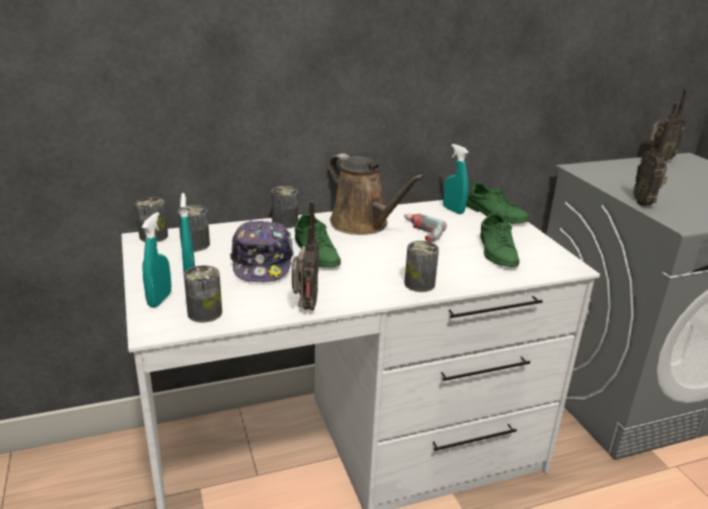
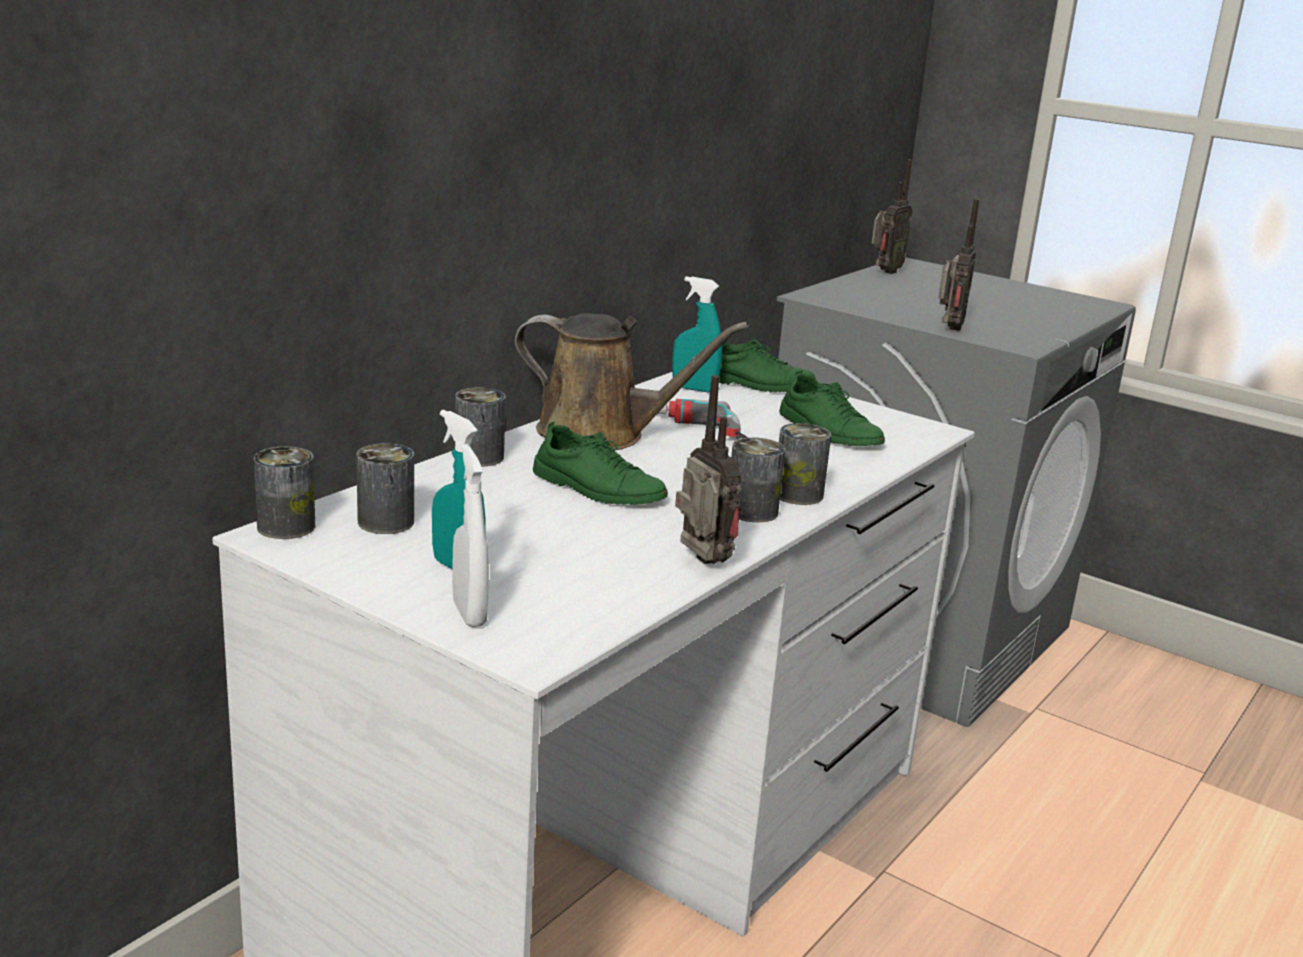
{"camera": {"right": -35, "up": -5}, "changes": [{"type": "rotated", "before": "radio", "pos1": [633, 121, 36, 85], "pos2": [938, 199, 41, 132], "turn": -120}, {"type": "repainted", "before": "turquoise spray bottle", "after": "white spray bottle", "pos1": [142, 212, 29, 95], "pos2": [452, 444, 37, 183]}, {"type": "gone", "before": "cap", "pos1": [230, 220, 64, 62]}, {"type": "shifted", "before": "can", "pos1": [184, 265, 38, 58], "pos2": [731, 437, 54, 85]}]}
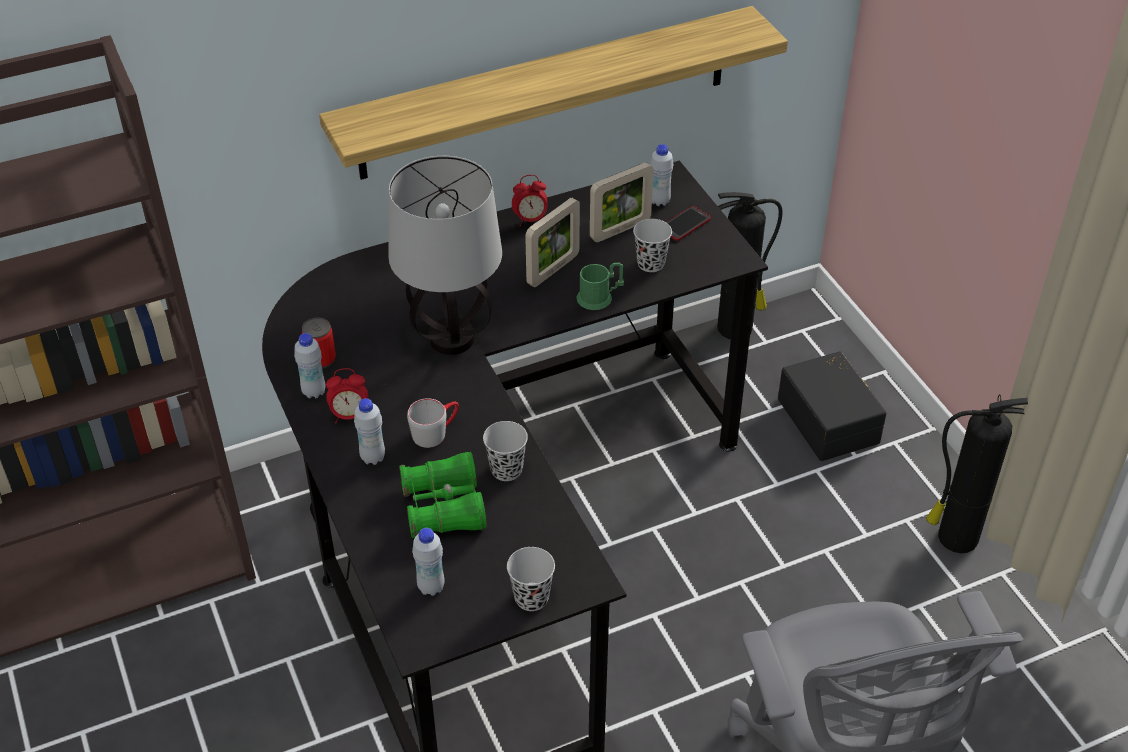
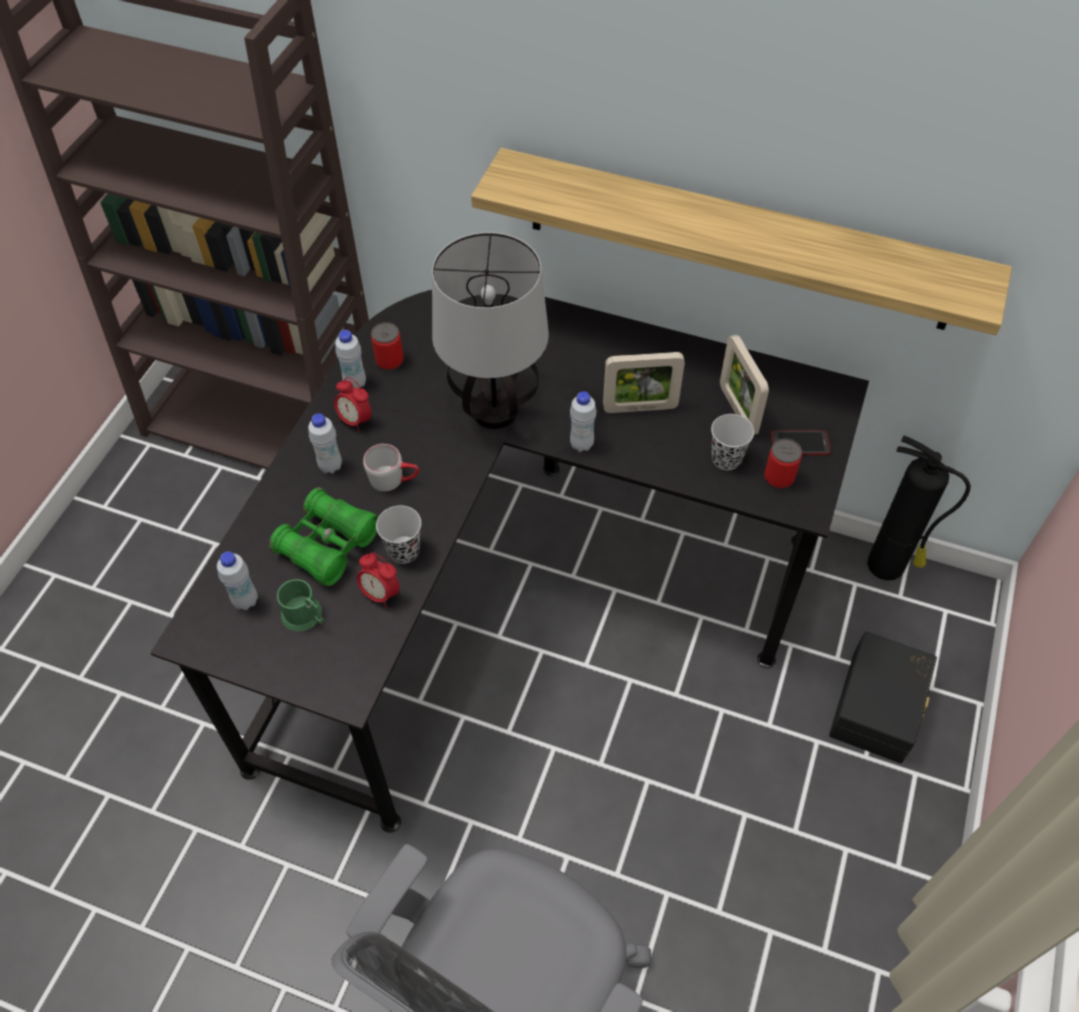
{"camera": {"right": 45, "up": 10}, "changes": [{"type": "shifted", "before": "white bottle", "pos1": [650, 144, 23, 62], "pos2": [570, 391, 27, 61]}, {"type": "rotated", "before": "picture frame", "pos1": [590, 162, 64, 80], "pos2": [720, 335, 49, 100], "turn": 60}, {"type": "shifted", "before": "alarm clock", "pos1": [512, 175, 35, 51], "pos2": [357, 553, 43, 55]}, {"type": "shifted", "before": "green mug", "pos1": [576, 262, 48, 48], "pos2": [277, 579, 47, 52]}, {"type": "gone", "before": "fire extinguisher", "pos1": [926, 394, 102, 159]}, {"type": "gone", "before": "black cup", "pos1": [507, 547, 48, 64]}, {"type": "new", "after": "can", "pos2": [764, 438, 38, 51]}]}
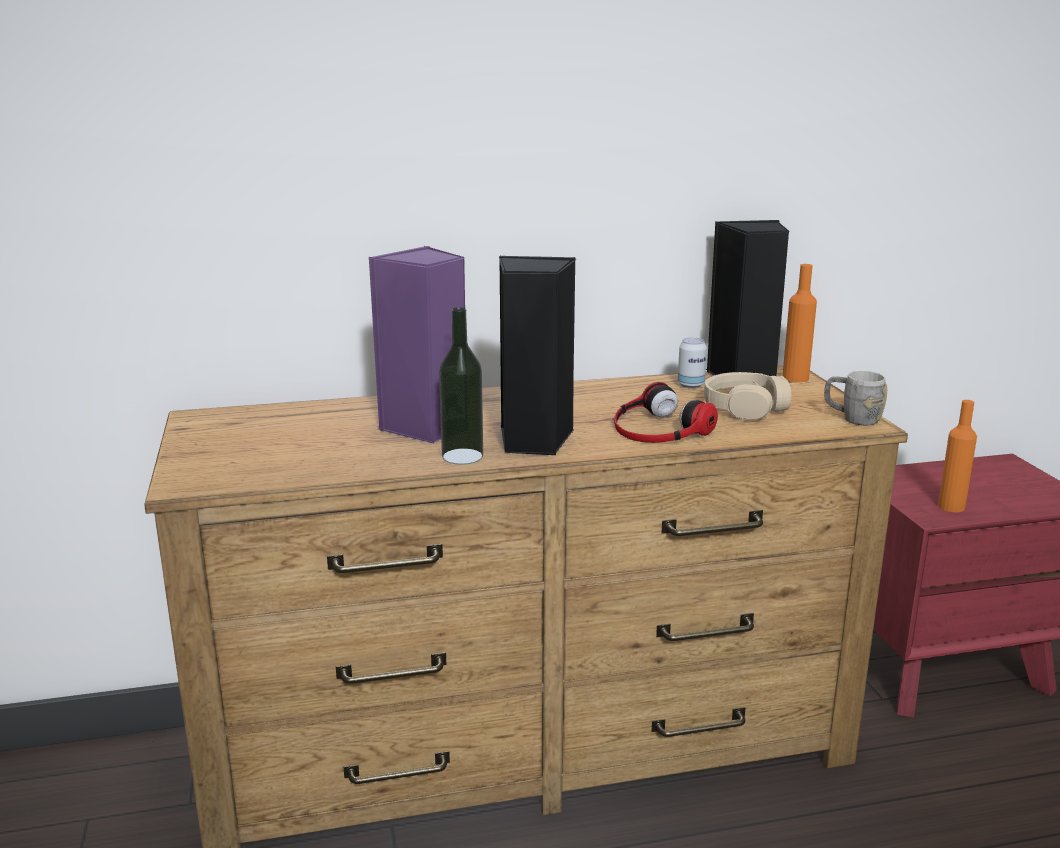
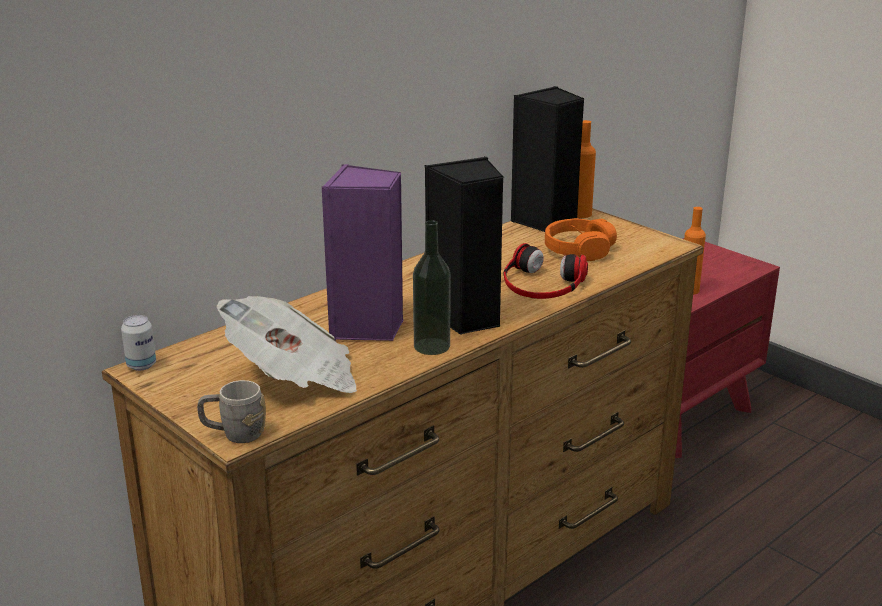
{"camera": {"right": -30, "up": 5}, "changes": [{"type": "shifted", "before": "can", "pos1": [678, 337, 29, 51], "pos2": [121, 315, 35, 56]}, {"type": "shifted", "before": "grey mug", "pos1": [824, 371, 63, 54], "pos2": [197, 380, 69, 63]}, {"type": "repainted", "before": "beige headphones", "after": "orange headphones", "pos1": [704, 372, 87, 48], "pos2": [545, 218, 72, 43]}, {"type": "new", "after": "newspaper", "pos2": [217, 296, 140, 97]}]}
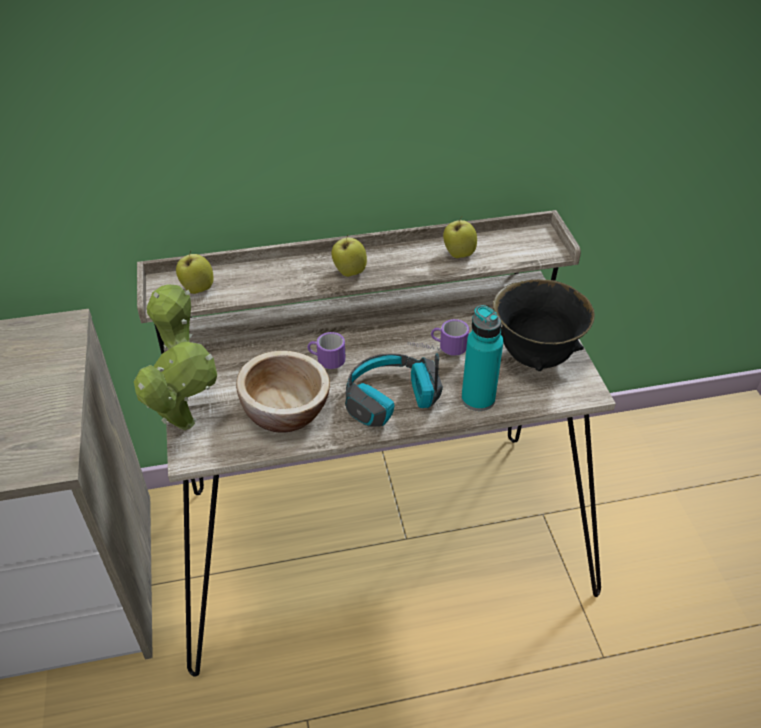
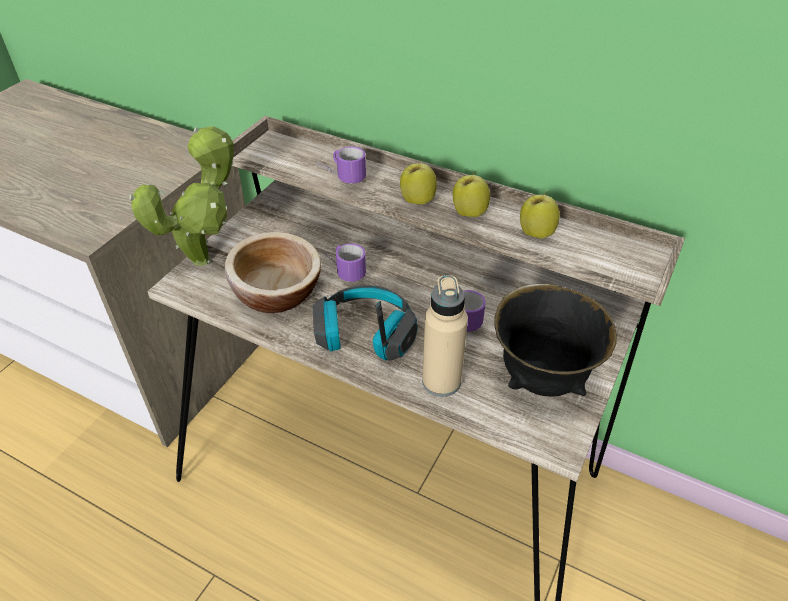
{"camera": {"right": 40, "up": 0}, "changes": [{"type": "shifted", "before": "apple", "pos1": [176, 251, 38, 43], "pos2": [453, 171, 37, 46]}, {"type": "repainted", "before": "turquoise bottle", "after": "beige bottle", "pos1": [461, 305, 42, 106], "pos2": [422, 275, 46, 122]}, {"type": "new", "after": "mug", "pos2": [318, 146, 48, 38]}]}
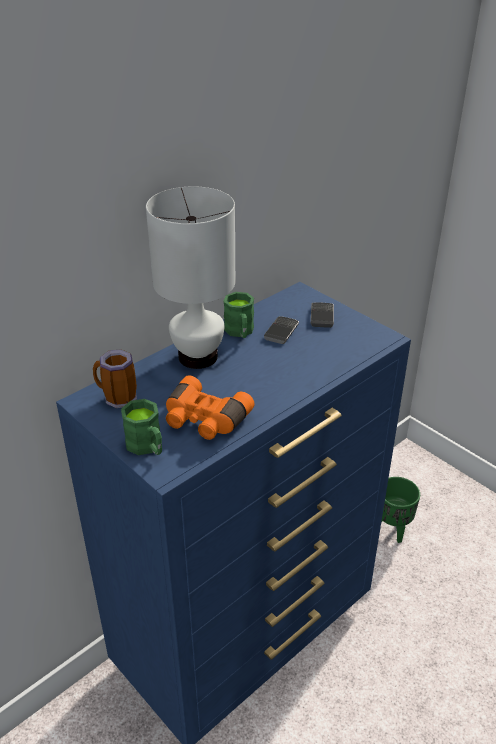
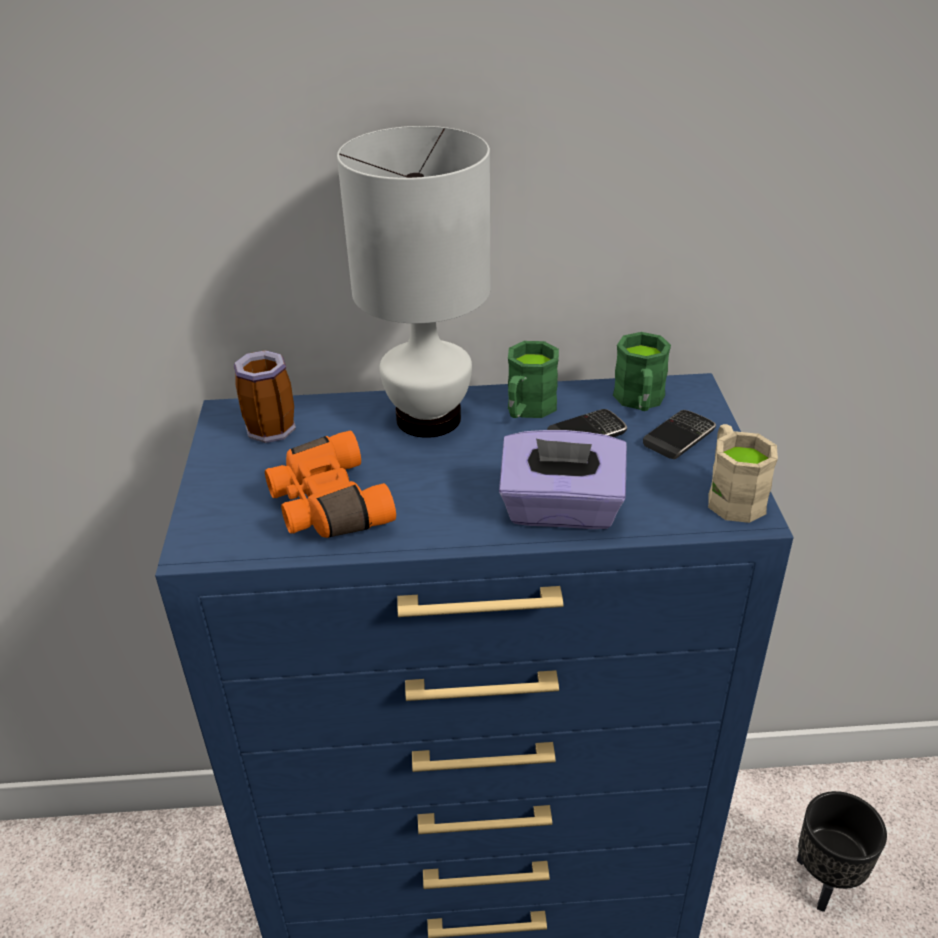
{"camera": {"right": 40, "up": 0}, "changes": [{"type": "shifted", "before": "green mug", "pos1": [121, 399, 41, 56], "pos2": [613, 332, 58, 79]}, {"type": "repainted", "before": "green planter", "after": "black planter", "pos1": [381, 477, 39, 66], "pos2": [797, 791, 90, 121]}, {"type": "new", "after": "beige mug", "pos2": [708, 424, 70, 99]}, {"type": "new", "after": "purple tissue box", "pos2": [499, 430, 128, 99]}]}
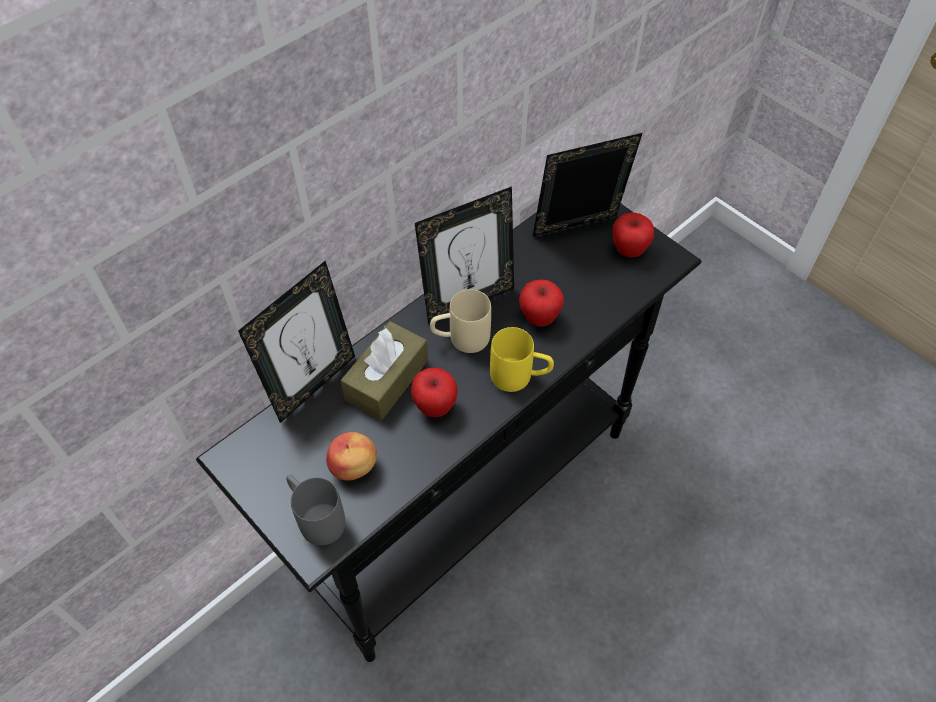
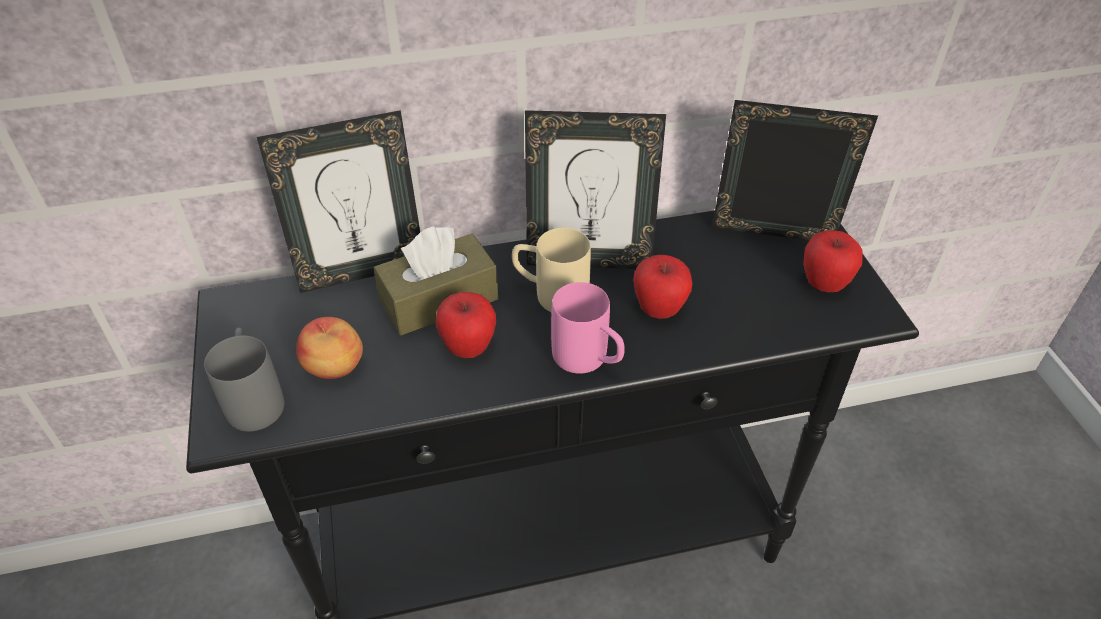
{"camera": {"right": 30, "up": -10}, "changes": [{"type": "repainted", "before": "yellow mug", "after": "pink mug", "pos1": [490, 327, 64, 65], "pos2": [551, 282, 74, 92]}]}
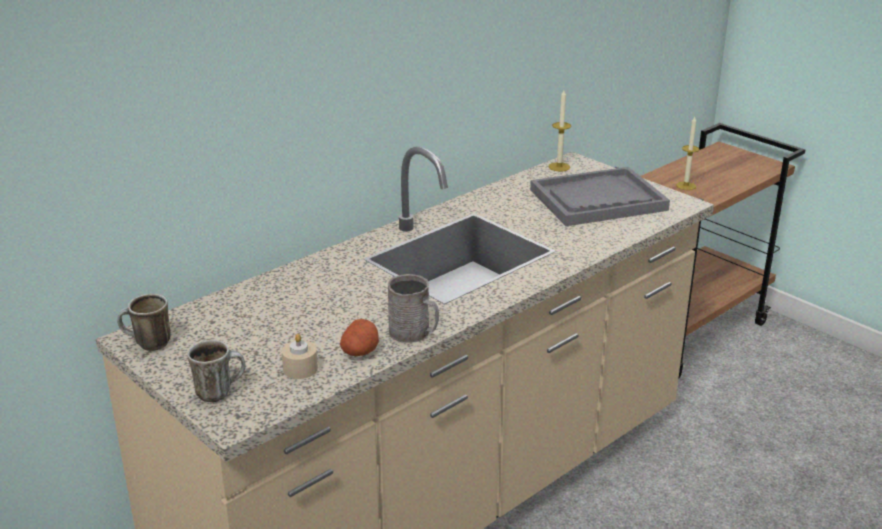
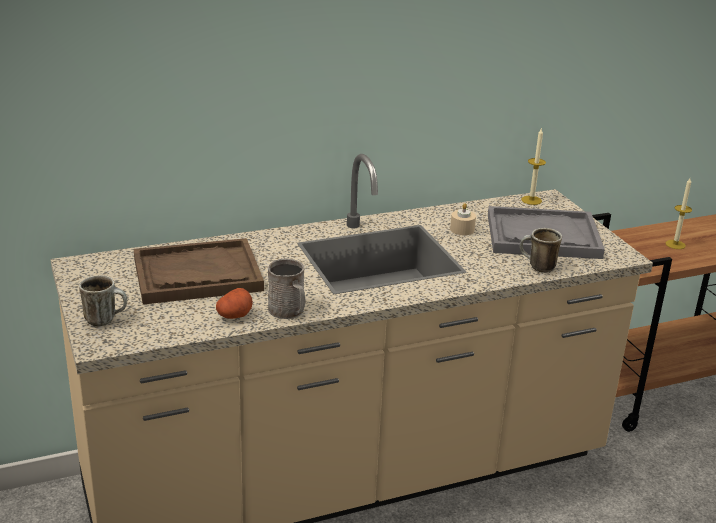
{"camera": {"right": 20, "up": 0}, "changes": [{"type": "shifted", "before": "mug", "pos1": [117, 294, 54, 57], "pos2": [520, 228, 42, 45]}, {"type": "shifted", "before": "beige candle", "pos1": [282, 334, 36, 45], "pos2": [450, 203, 26, 32]}, {"type": "new", "after": "brown tray", "pos2": [134, 238, 130, 67]}]}
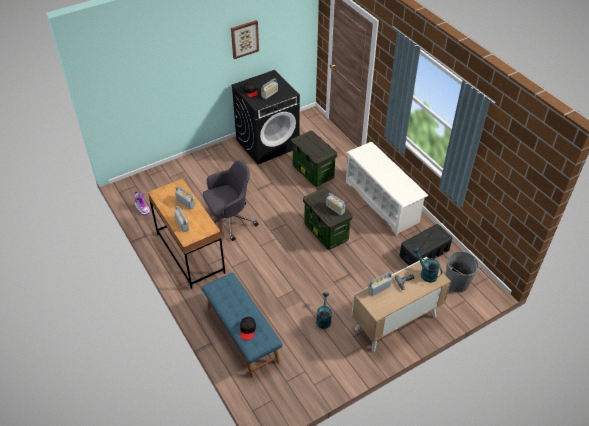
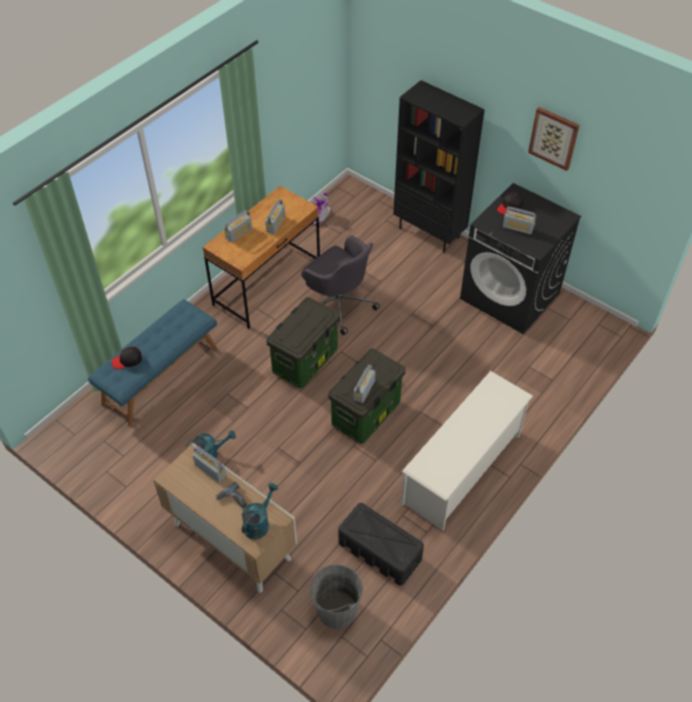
{"camera": {"right": 70, "up": 5}, "changes": [{"type": "shifted", "before": "storage box", "pos1": [291, 131, 46, 56], "pos2": [266, 297, 74, 91]}, {"type": "new", "after": "black bookcase", "pos2": [393, 80, 92, 173]}]}
